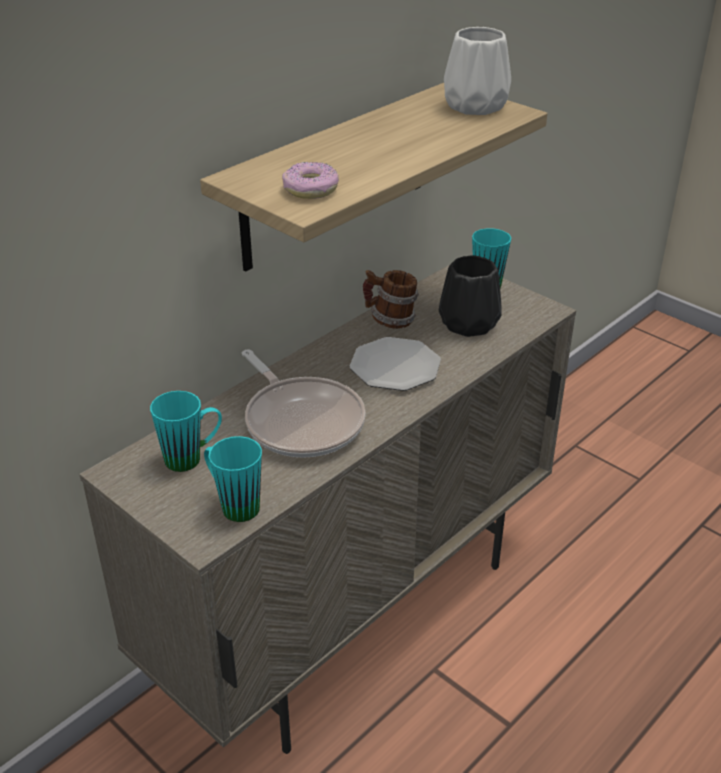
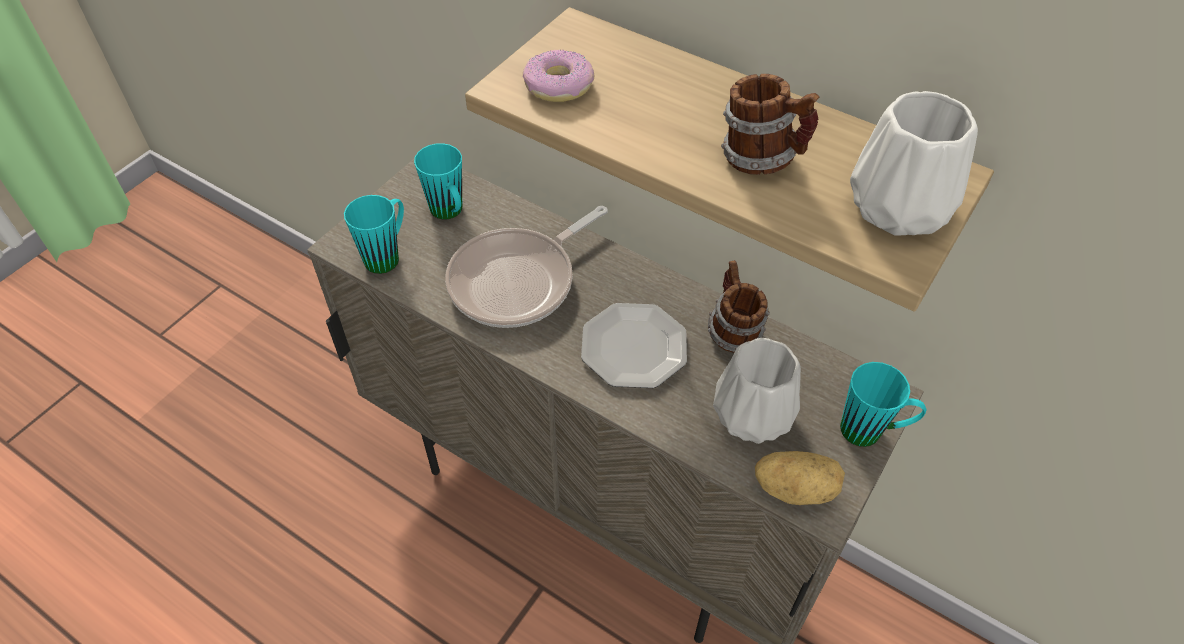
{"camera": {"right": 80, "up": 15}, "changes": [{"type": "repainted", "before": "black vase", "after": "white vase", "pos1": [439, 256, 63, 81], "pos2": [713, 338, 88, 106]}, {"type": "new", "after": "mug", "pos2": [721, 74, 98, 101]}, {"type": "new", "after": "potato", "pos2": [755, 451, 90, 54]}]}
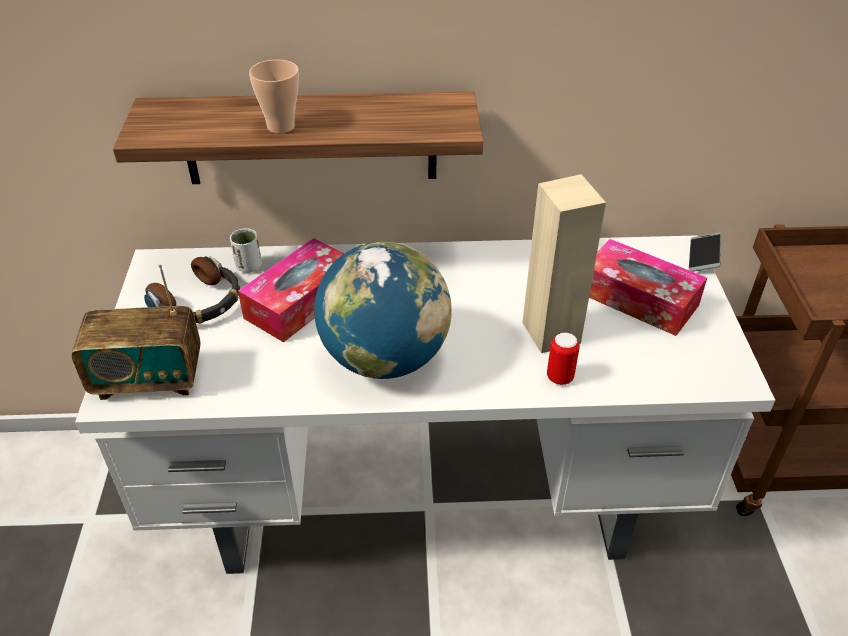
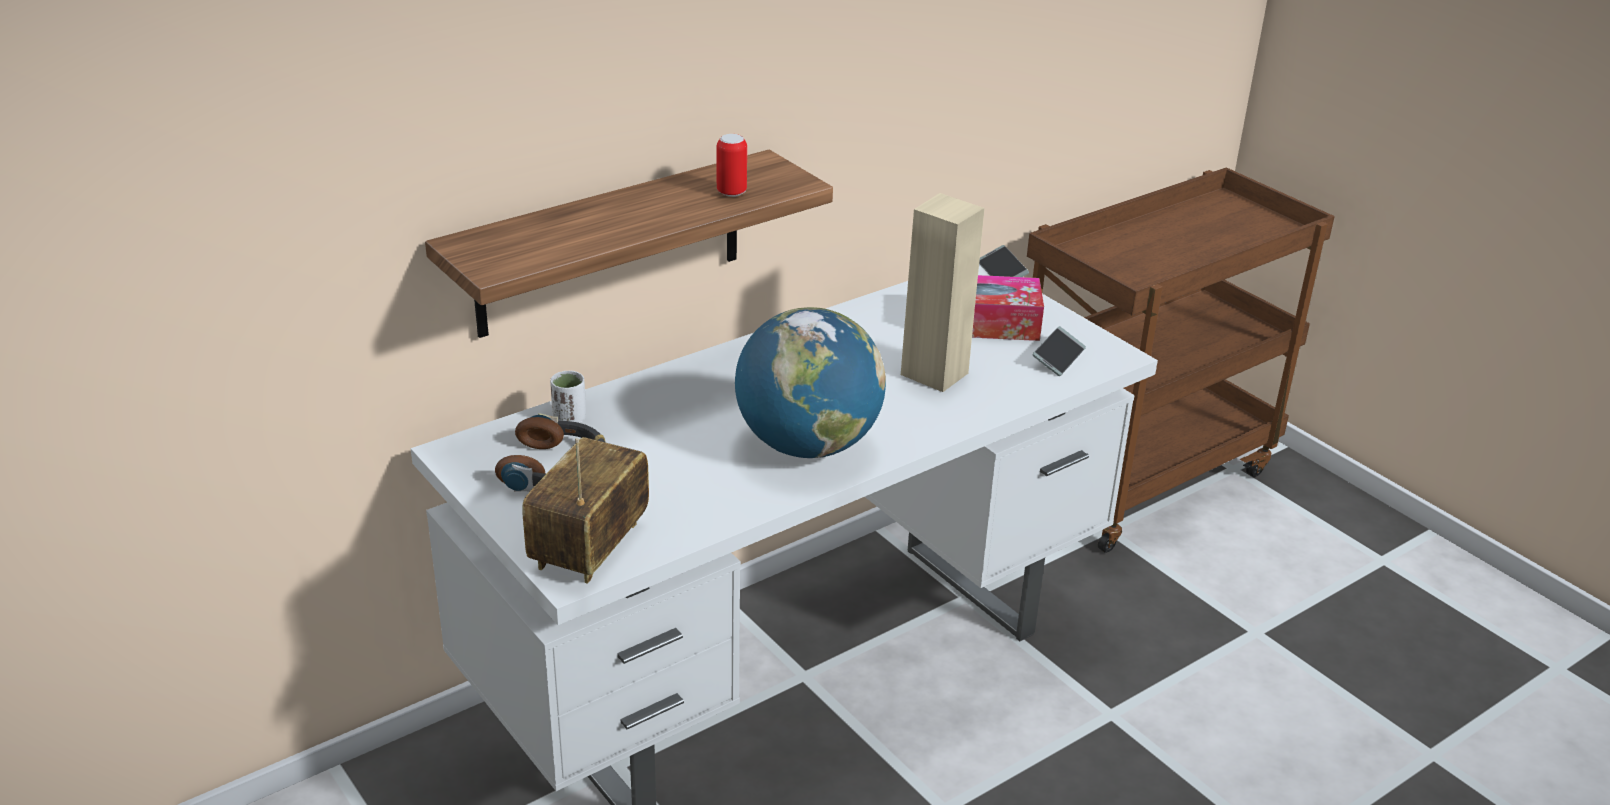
{"camera": {"right": -35, "up": -10}, "changes": [{"type": "gone", "before": "cup", "pos1": [249, 60, 50, 74]}, {"type": "gone", "before": "tissue box", "pos1": [238, 238, 106, 104]}, {"type": "rotated", "before": "radio", "pos1": [72, 264, 128, 136], "pos2": [522, 437, 127, 147], "turn": 150}, {"type": "shifted", "before": "can", "pos1": [547, 332, 33, 53], "pos2": [717, 134, 30, 63]}, {"type": "new", "after": "phone", "pos2": [1033, 326, 53, 50]}]}
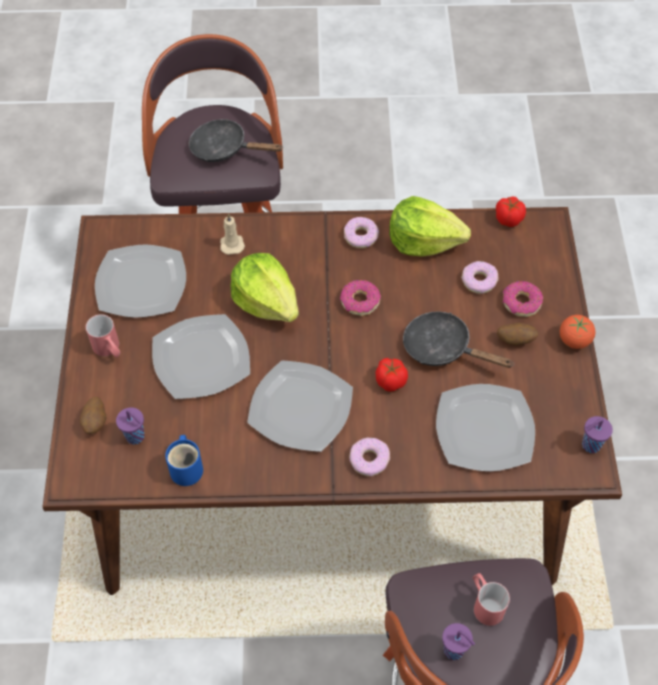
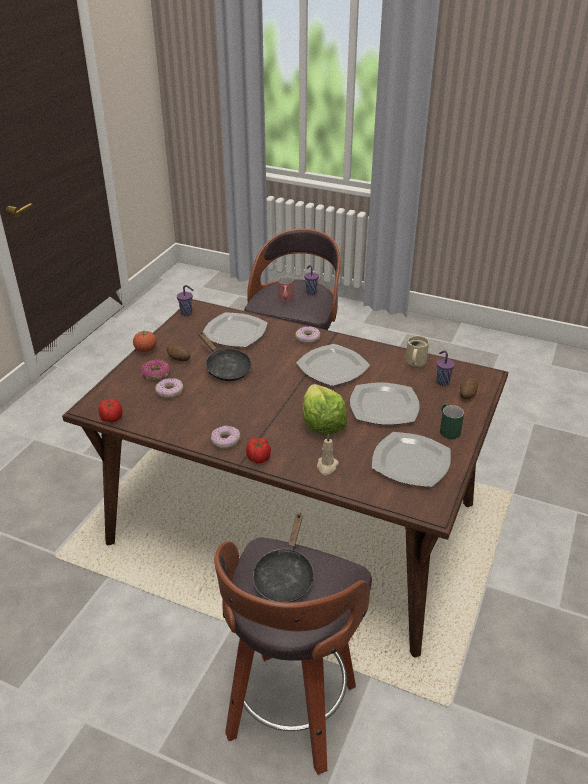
{"camera": {"right": -155, "up": -20}, "changes": [{"type": "rotated", "before": "black frying pan", "pos1": [189, 119, 94, 43], "pos2": [253, 514, 62, 89], "turn": 60}, {"type": "gone", "before": "lettuce", "pos1": [389, 196, 82, 61]}, {"type": "gone", "before": "donut", "pos1": [340, 280, 41, 36]}, {"type": "repainted", "before": "red mug", "after": "green mug", "pos1": [86, 314, 34, 44], "pos2": [440, 404, 24, 35]}, {"type": "shifted", "before": "tomato", "pos1": [375, 358, 33, 34], "pos2": [246, 438, 25, 26]}, {"type": "repainted", "before": "blue mug", "after": "beige mug", "pos1": [165, 435, 38, 51], "pos2": [406, 336, 23, 31]}]}
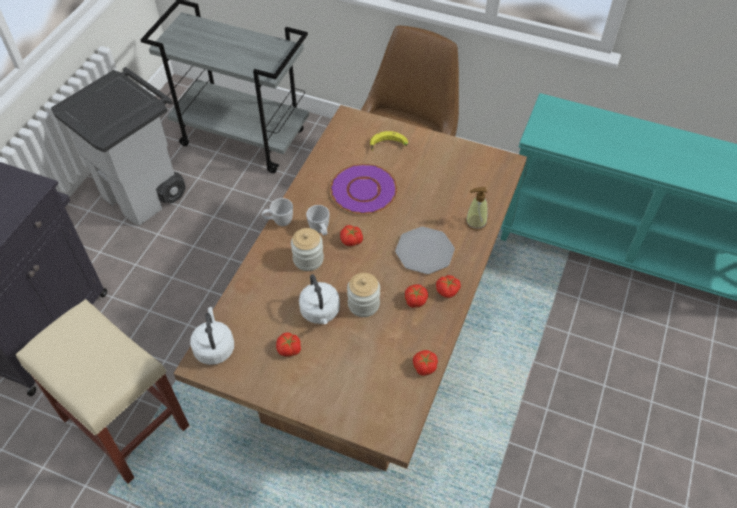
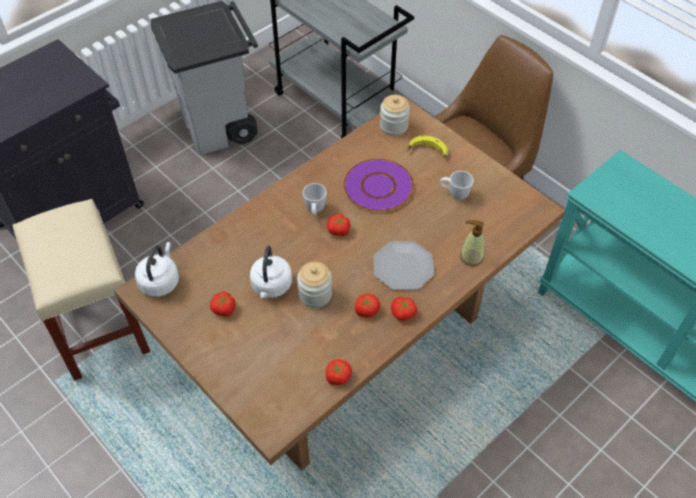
{"camera": {"right": 25, "up": 0}, "changes": [{"type": "shifted", "before": "white mug", "pos1": [262, 198, 31, 28], "pos2": [440, 171, 34, 29]}, {"type": "shifted", "before": "jar", "pos1": [291, 228, 33, 43], "pos2": [380, 95, 30, 41]}]}
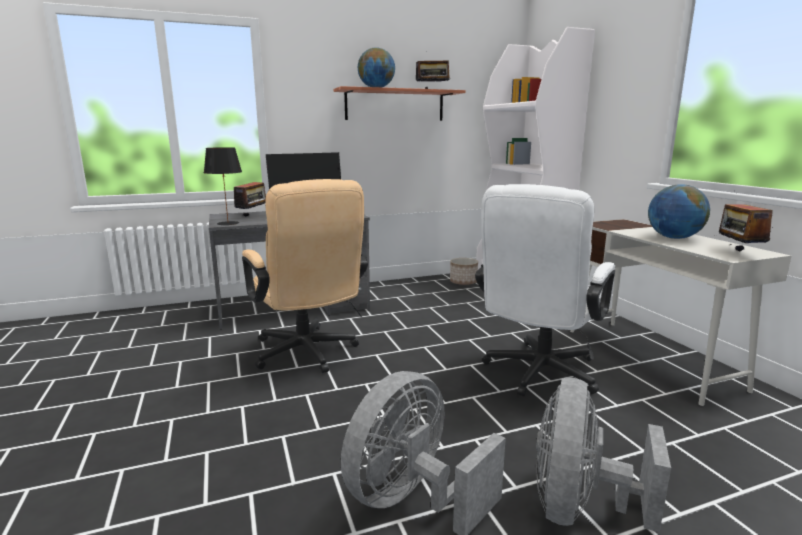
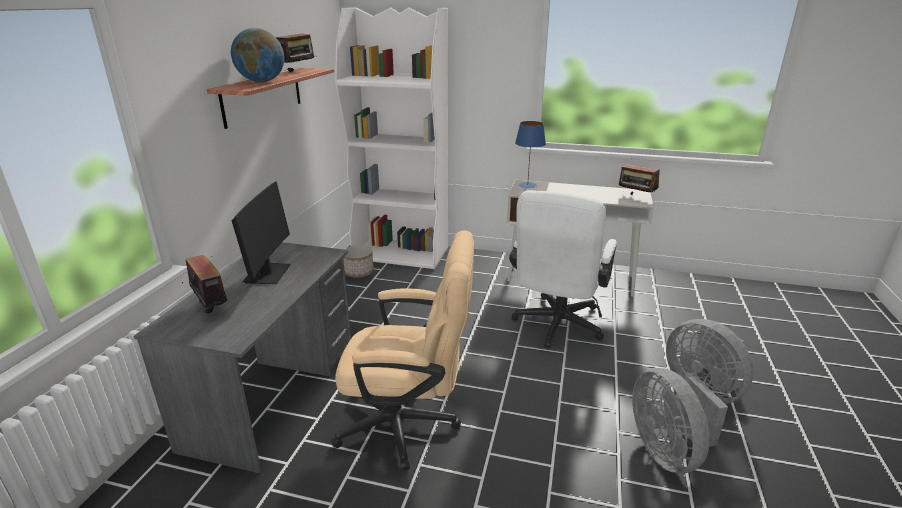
{"camera": {"right": -55, "up": 10}, "changes": [{"type": "gone", "before": "black table lamp", "pos1": [204, 147, 38, 78]}, {"type": "rotated", "before": "white office chair", "pos1": [475, 184, 140, 213], "pos2": [509, 190, 108, 158], "turn": 45}, {"type": "gone", "before": "globe", "pos1": [648, 184, 62, 55]}, {"type": "new", "after": "blue table lamp", "pos2": [515, 121, 31, 67]}]}
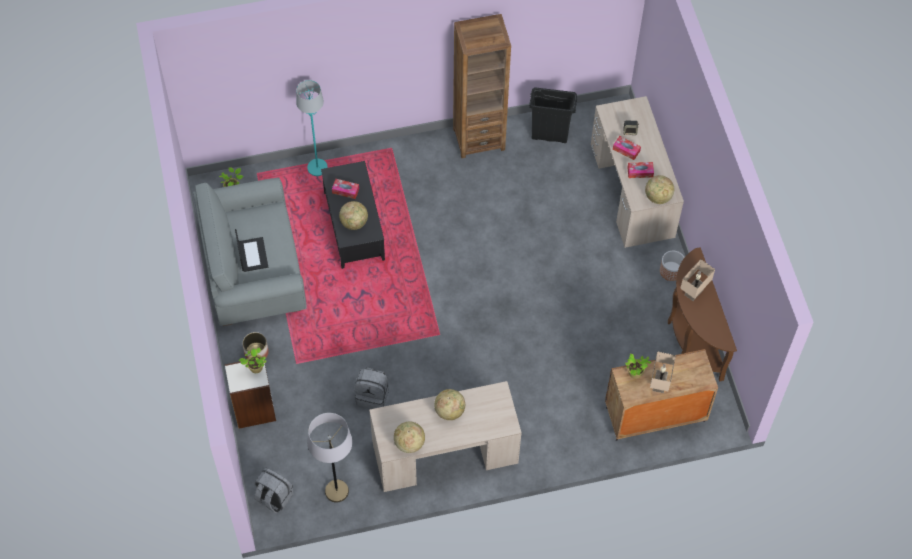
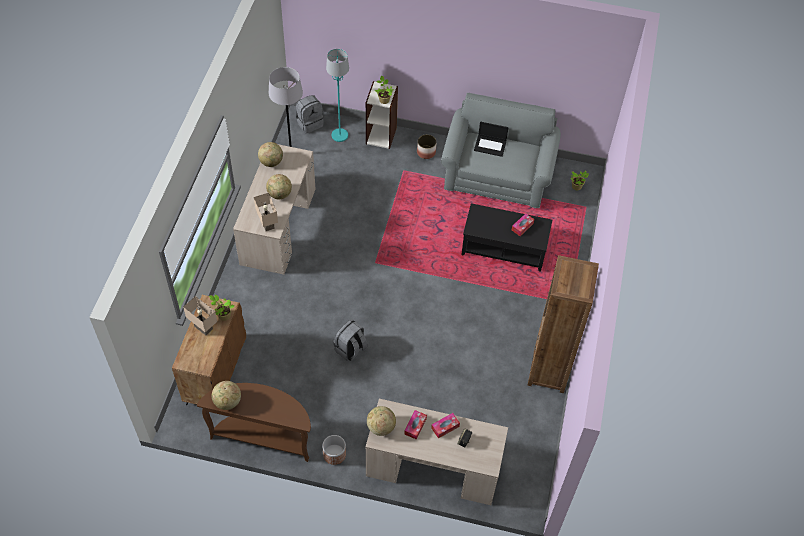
{"camera": {"right": 115, "up": -5}, "changes": [{"type": "shifted", "before": "turquoise floor lamp", "pos1": [296, 80, 32, 96], "pos2": [326, 49, 23, 93]}, {"type": "gone", "before": "black trash can", "pos1": [529, 87, 48, 56]}, {"type": "shifted", "before": "globe", "pos1": [339, 201, 29, 29], "pos2": [212, 381, 29, 29]}, {"type": "shifted", "before": "beige table lamp", "pos1": [680, 259, 35, 42], "pos2": [254, 193, 24, 38]}, {"type": "shifted", "before": "grey backpack", "pos1": [354, 367, 35, 42], "pos2": [333, 319, 35, 42]}]}
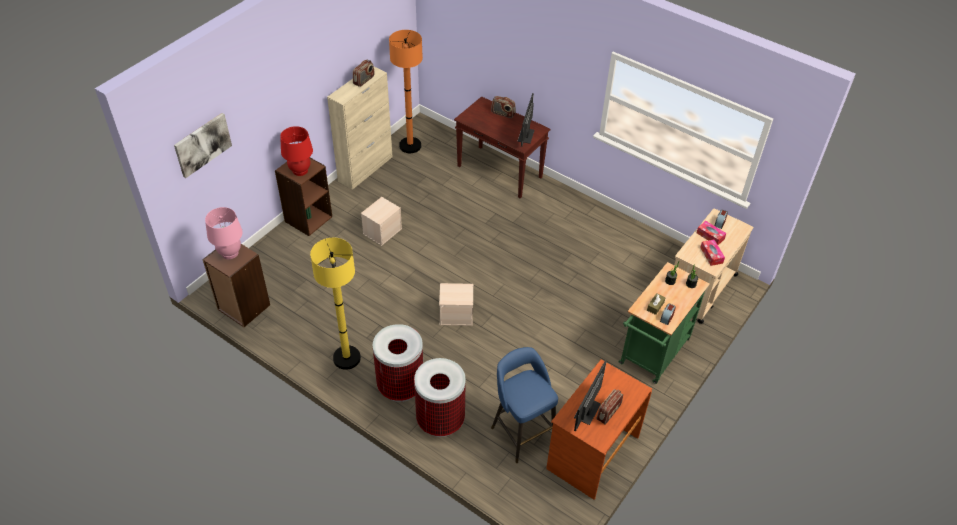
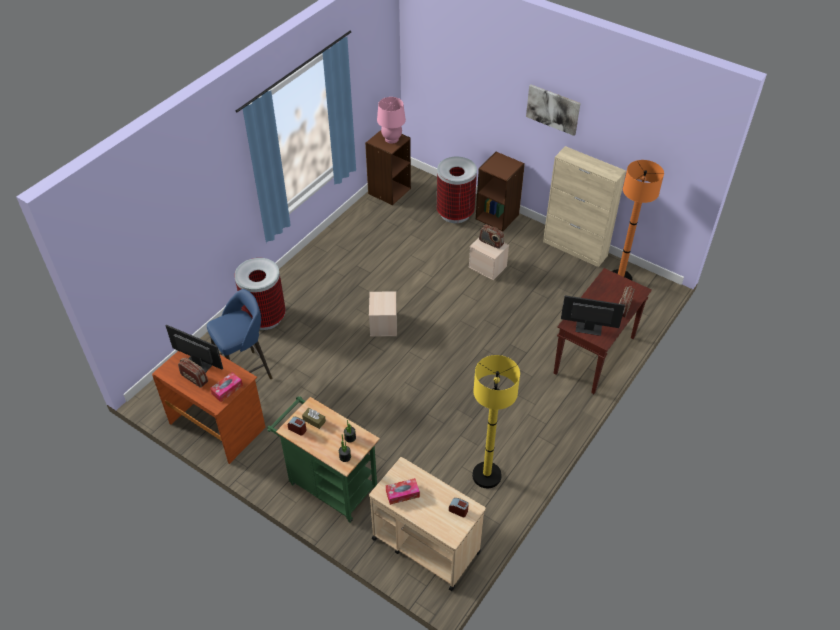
{"camera": {"right": 90, "up": 0}, "changes": [{"type": "shifted", "before": "radio", "pos1": [353, 60, 22, 27], "pos2": [479, 225, 25, 24]}, {"type": "shifted", "before": "picture", "pos1": [174, 113, 58, 65], "pos2": [526, 85, 55, 51]}, {"type": "gone", "before": "red table lamp", "pos1": [280, 126, 33, 50]}, {"type": "shifted", "before": "tissue box", "pos1": [697, 221, 29, 24], "pos2": [210, 372, 33, 30]}, {"type": "shifted", "before": "yellow floor lamp", "pos1": [310, 238, 51, 132], "pos2": [472, 355, 48, 133]}, {"type": "shifted", "before": "trash can", "pos1": [373, 324, 50, 78], "pos2": [437, 157, 40, 66]}]}
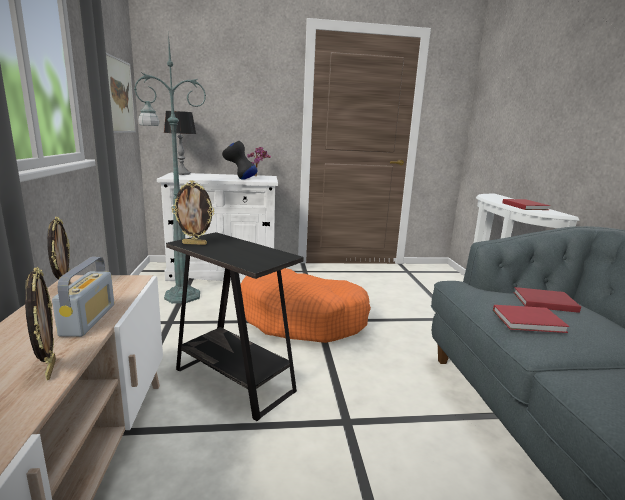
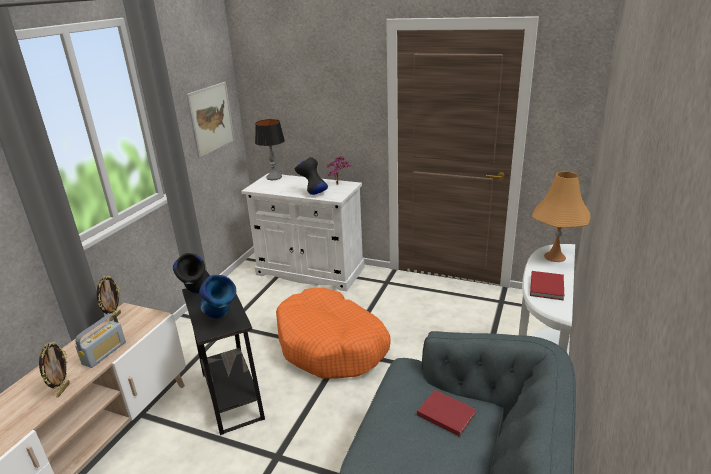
{"camera": {"right": 30, "up": 10}, "changes": [{"type": "gone", "before": "green floor lamp", "pos1": [134, 32, 72, 272]}, {"type": "swapped", "before": "picture frame", "after": "black vase", "pos1": [172, 180, 43, 65], "pos2": [173, 253, 37, 40]}, {"type": "gone", "before": "red book", "pos1": [493, 305, 76, 28]}, {"type": "new", "after": "orange table lamp", "pos2": [532, 171, 59, 91]}, {"type": "new", "after": "blue vase", "pos2": [199, 275, 37, 43]}]}
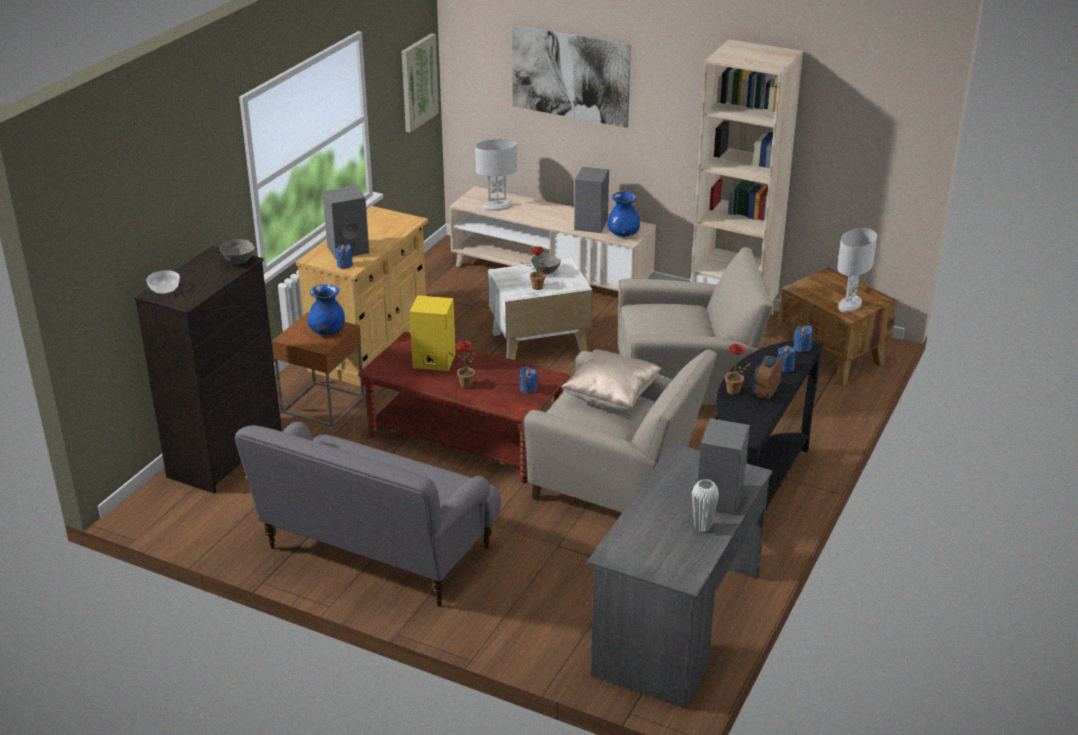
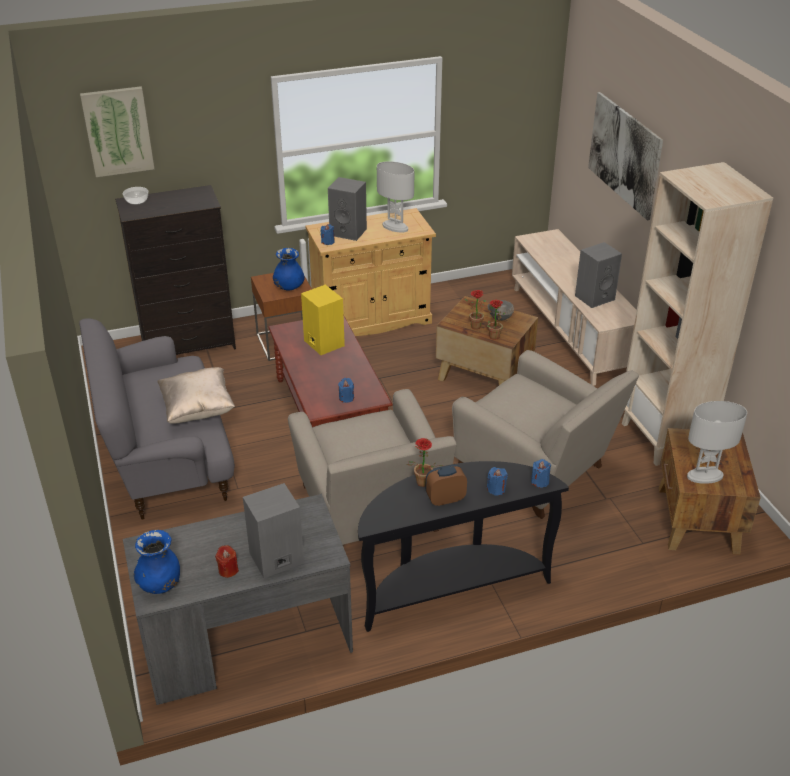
{"camera": {"right": 45, "up": 5}, "changes": [{"type": "shifted", "before": "picture", "pos1": [402, 33, 37, 99], "pos2": [80, 86, 74, 91]}, {"type": "shifted", "before": "white table lamp", "pos1": [475, 139, 42, 72], "pos2": [377, 161, 37, 71]}, {"type": "shifted", "before": "blue vase", "pos1": [607, 192, 33, 45], "pos2": [134, 530, 46, 64]}, {"type": "gone", "before": "grey bowl", "pos1": [220, 239, 35, 25]}, {"type": "repainted", "before": "white side table", "after": "brown side table", "pos1": [488, 259, 105, 101], "pos2": [436, 296, 102, 89]}, {"type": "shifted", "before": "potted plant", "pos1": [448, 341, 28, 48], "pos2": [487, 300, 19, 40]}, {"type": "shifted", "before": "beige pillow", "pos1": [561, 349, 101, 61], "pos2": [157, 367, 78, 56]}, {"type": "swapped", "before": "white vase", "after": "red candle", "pos1": [692, 479, 27, 53], "pos2": [215, 545, 24, 33]}]}
